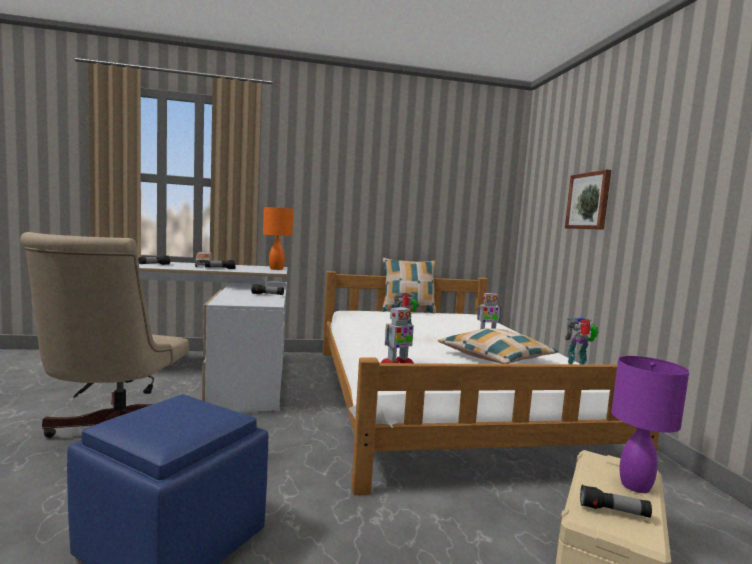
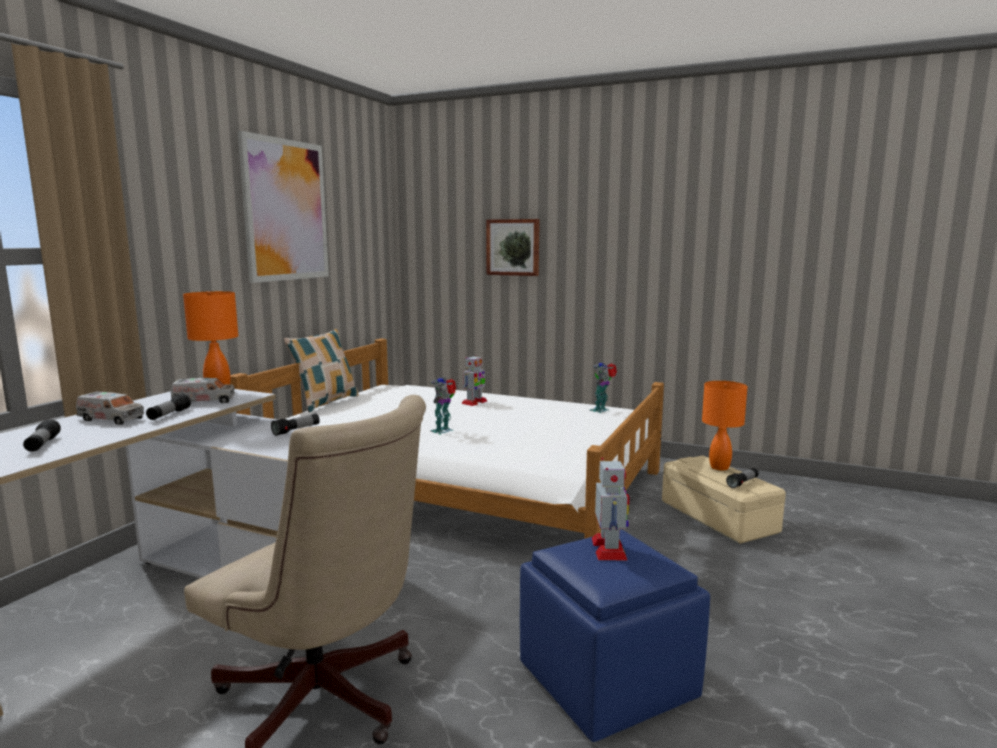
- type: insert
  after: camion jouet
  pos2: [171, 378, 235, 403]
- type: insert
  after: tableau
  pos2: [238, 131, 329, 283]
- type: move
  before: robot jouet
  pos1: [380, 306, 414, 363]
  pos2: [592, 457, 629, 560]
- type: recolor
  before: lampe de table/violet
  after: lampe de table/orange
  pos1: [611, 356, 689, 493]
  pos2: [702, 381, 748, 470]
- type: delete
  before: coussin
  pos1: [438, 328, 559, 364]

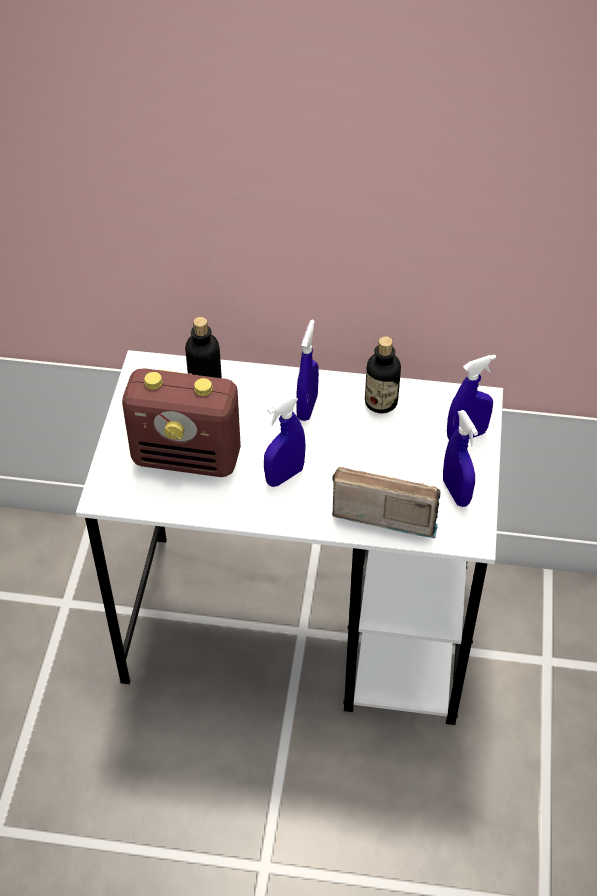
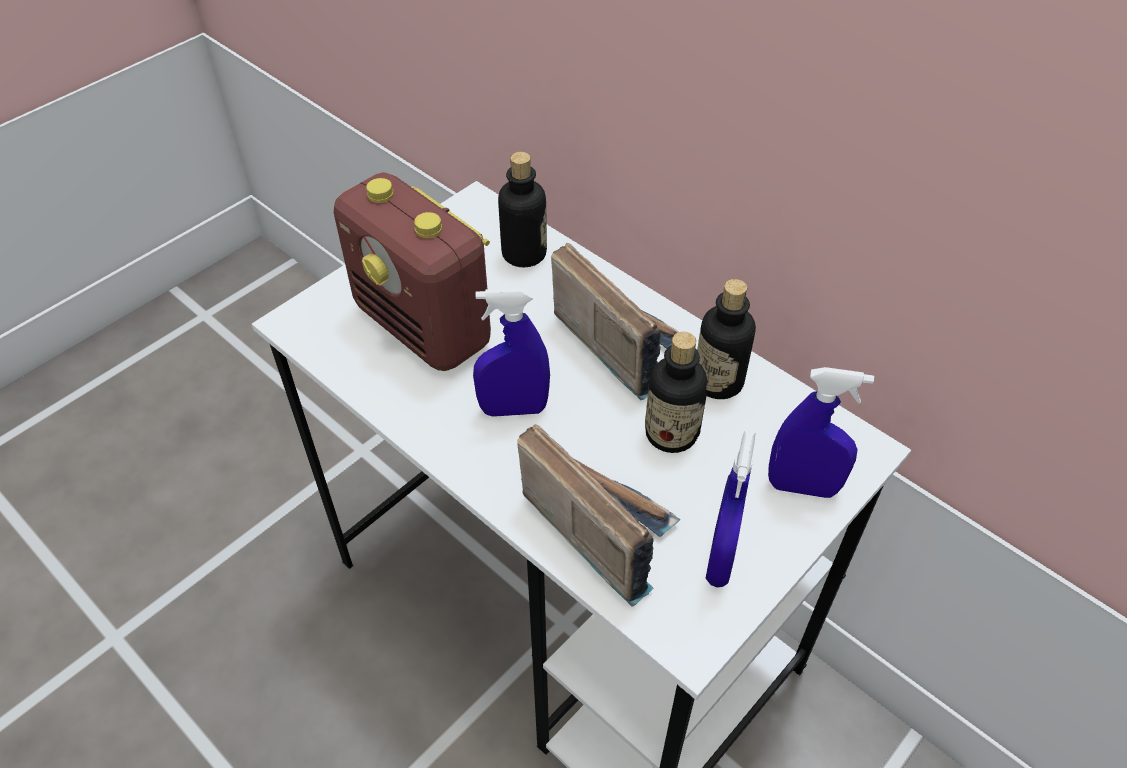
- type: replace
  before: vaporisateur/bleu
  after: radio
  pos1: [296, 320, 319, 421]
  pos2: [551, 243, 679, 400]
- type: insert
  after: bouteille
  pos2: [645, 332, 707, 453]

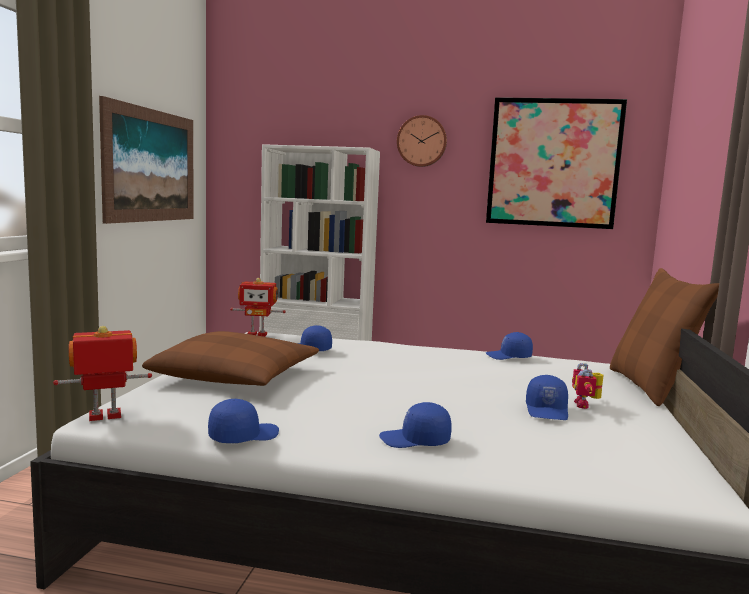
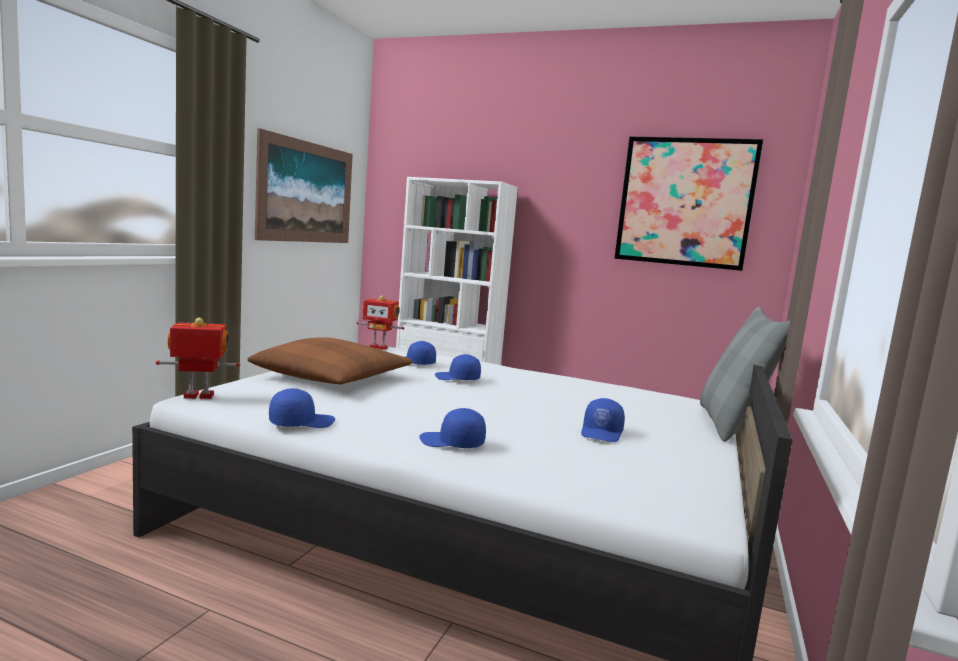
- type: move
  before: casquette/bleu
  pos1: [486, 332, 533, 360]
  pos2: [435, 354, 481, 380]
- type: recolor
  before: coussin/marron
  after: coussin/gris
  pos1: [610, 268, 719, 406]
  pos2: [700, 307, 790, 441]
- type: delete
  before: horloge murale
  pos1: [397, 115, 447, 167]
- type: delete
  before: robot jouet
  pos1: [572, 363, 604, 409]

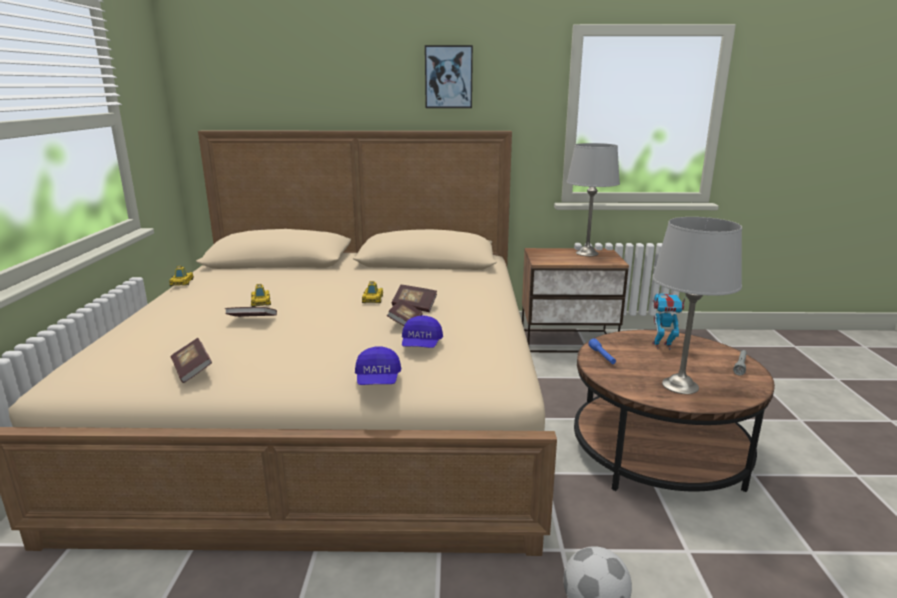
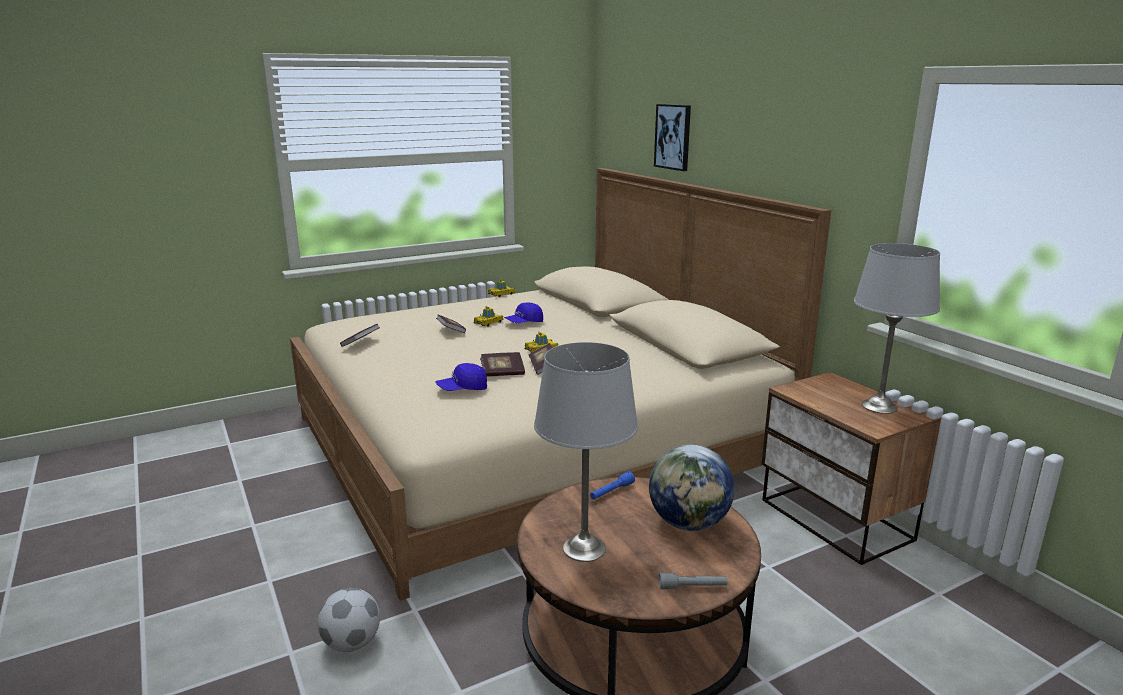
- type: move
  before: casquette/bleu
  pos1: [355, 346, 401, 385]
  pos2: [504, 303, 543, 323]
- type: replace
  before: robot jouet
  after: globe
  pos1: [652, 292, 686, 350]
  pos2: [649, 444, 735, 531]
- type: move
  before: tableau
  pos1: [425, 45, 473, 108]
  pos2: [654, 104, 691, 171]

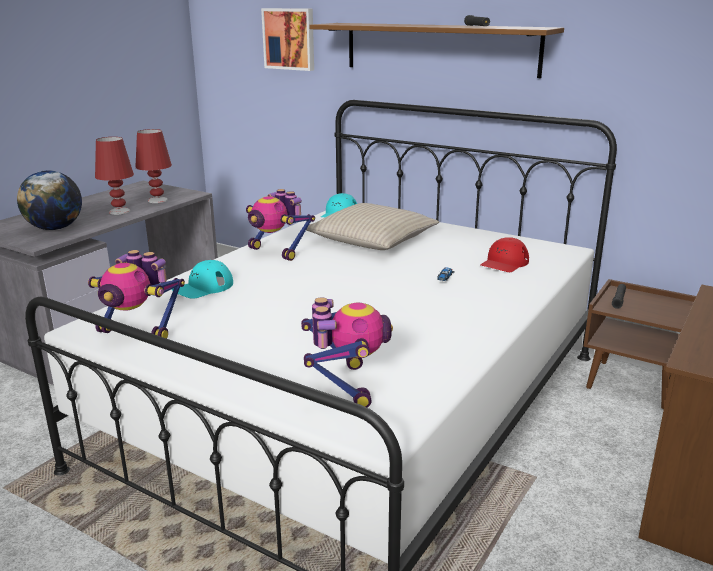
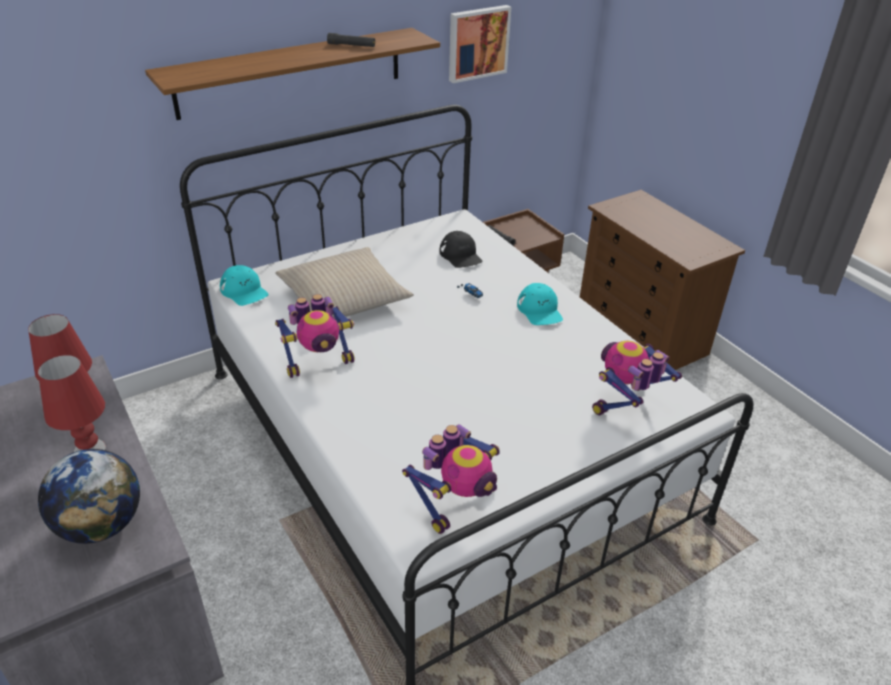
- type: recolor
  before: casquette/rouge
  after: casquette/noir
  pos1: [480, 237, 529, 272]
  pos2: [440, 231, 482, 268]
- type: move
  before: tableau
  pos1: [261, 8, 314, 71]
  pos2: [449, 5, 511, 83]
- type: move
  before: casquette/turquoise
  pos1: [172, 260, 233, 299]
  pos2: [517, 283, 563, 325]
- type: rotate
  before: robot jouet
  pos1: [301, 297, 393, 407]
  pos2: [592, 341, 682, 415]
  turn: -60

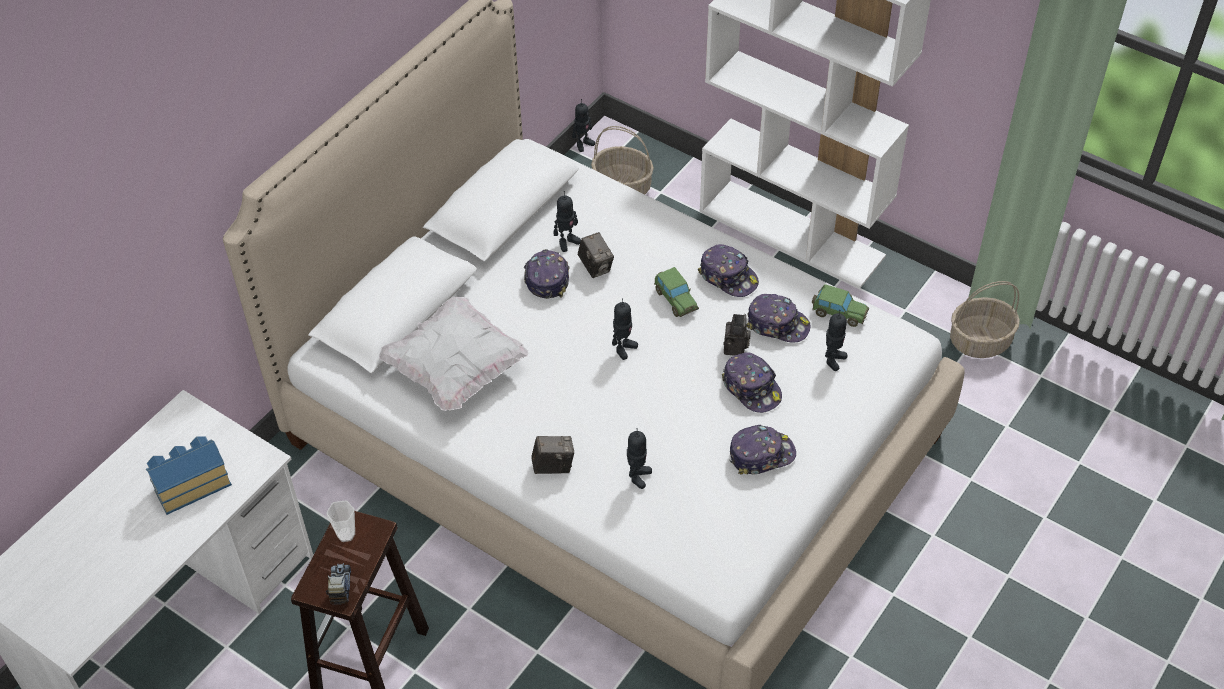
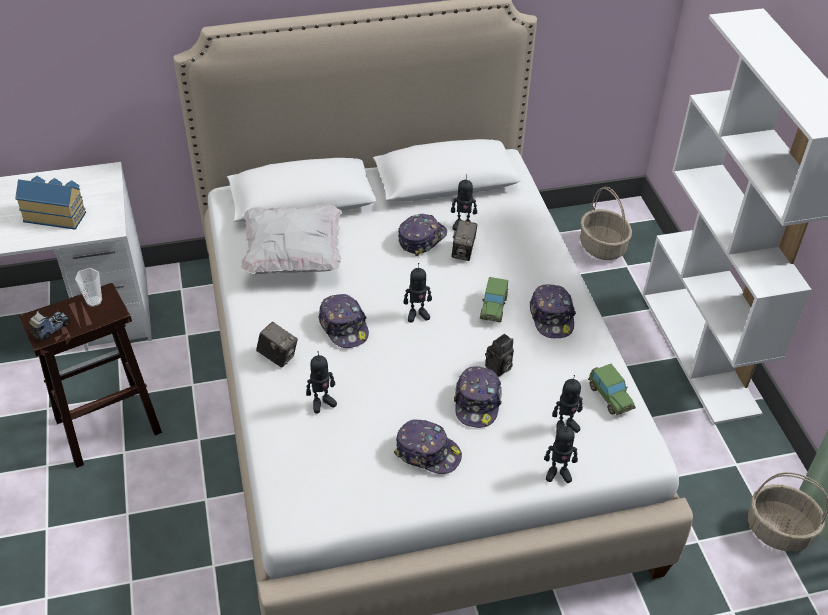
- type: move
  before: casquette
  pos1: [747, 294, 811, 342]
  pos2: [318, 294, 369, 348]
- type: move
  before: robot jouet
  pos1: [572, 99, 595, 152]
  pos2: [544, 423, 578, 483]

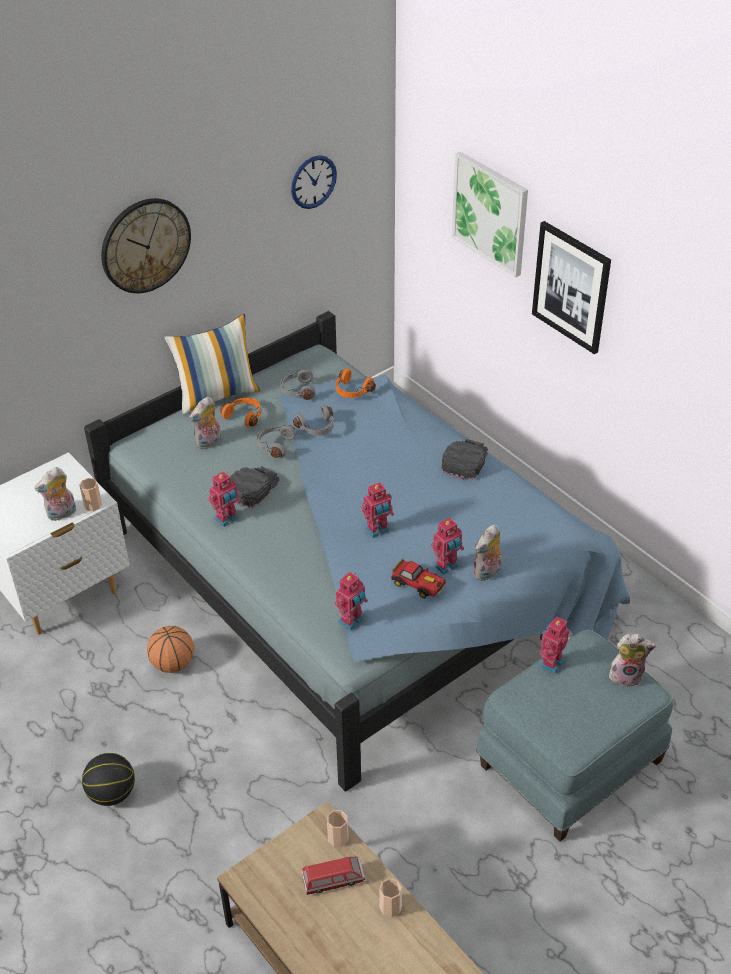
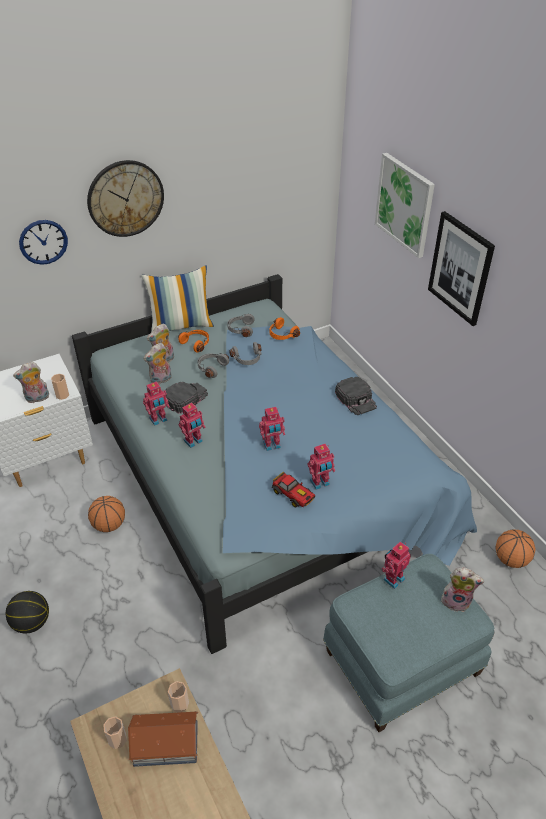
- type: move
  before: horloge murale
  pos1: [291, 155, 337, 209]
  pos2: [19, 220, 68, 265]
- type: move
  before: tasse
  pos1: [379, 878, 402, 917]
  pos2: [103, 716, 127, 749]
- type: replace
  before: petite voiture
  after: maison miniature
  pos1: [302, 854, 366, 895]
  pos2: [128, 711, 198, 767]
- type: move
  before: peluche
  pos1: [473, 524, 502, 581]
  pos2: [143, 343, 172, 384]
- type: move
  before: robot jouet
  pos1: [335, 572, 368, 631]
  pos2: [179, 403, 205, 448]
- type: rotate
  before: casquette/noir
  pos1: [442, 439, 488, 480]
  pos2: [335, 377, 377, 415]
  turn: 120
- type: insert
  after: ballon de basket
  pos2: [495, 530, 536, 568]

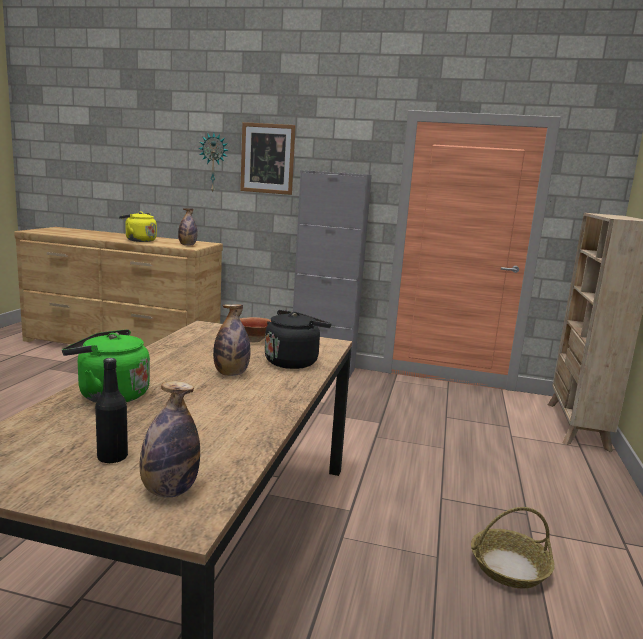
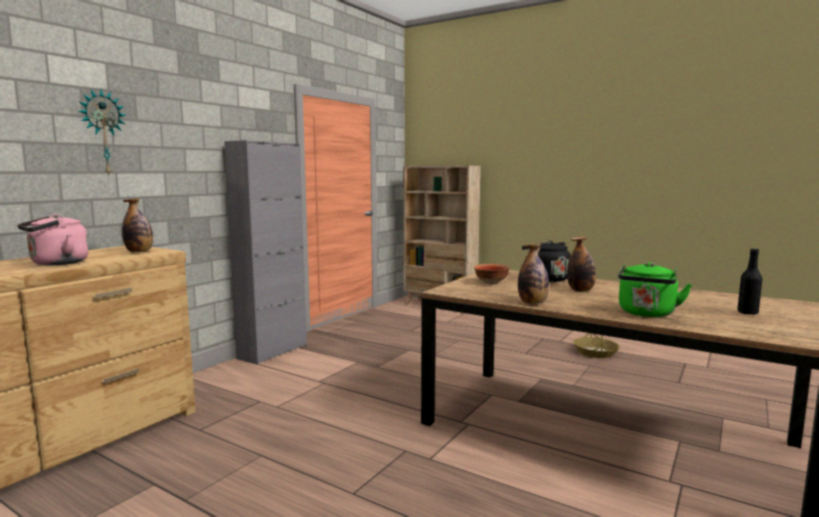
- type: recolor
  before: bouilloire/jaune
  after: bouilloire/rose
  pos1: [119, 212, 157, 242]
  pos2: [17, 214, 89, 265]
- type: move
  before: bouteille
  pos1: [139, 381, 200, 498]
  pos2: [518, 244, 549, 304]
- type: delete
  before: tableau
  pos1: [240, 122, 296, 195]

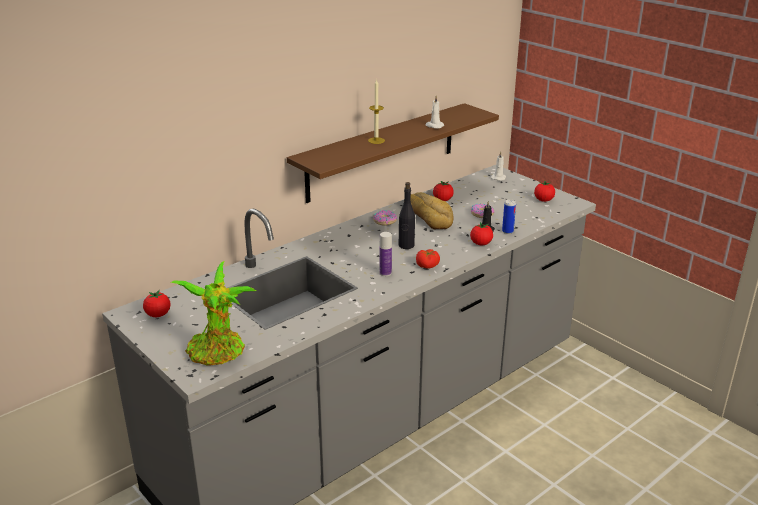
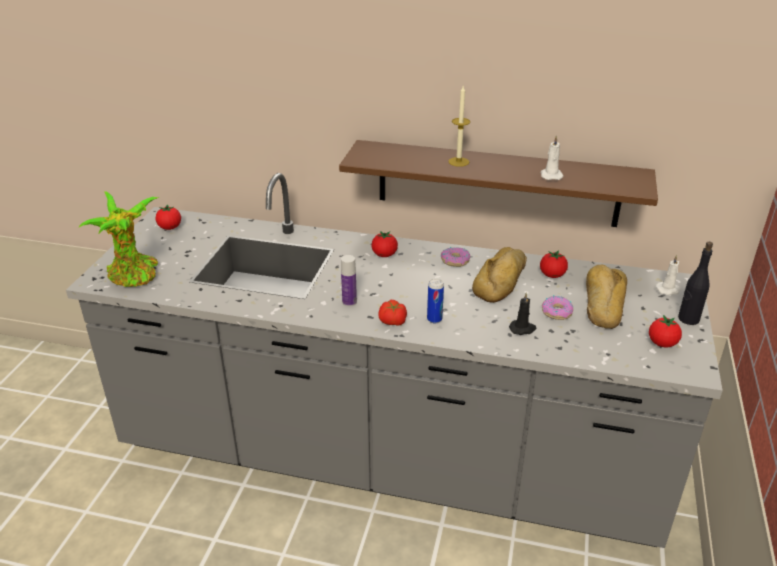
- type: move
  before: tomate
  pos1: [470, 222, 493, 245]
  pos2: [372, 231, 398, 257]
- type: move
  before: boîte métallique
  pos1: [502, 199, 516, 234]
  pos2: [427, 279, 444, 323]
- type: insert
  after: pain
  pos2: [586, 264, 627, 329]
- type: move
  before: bouteille/noir
  pos1: [399, 182, 415, 249]
  pos2: [678, 242, 713, 325]

